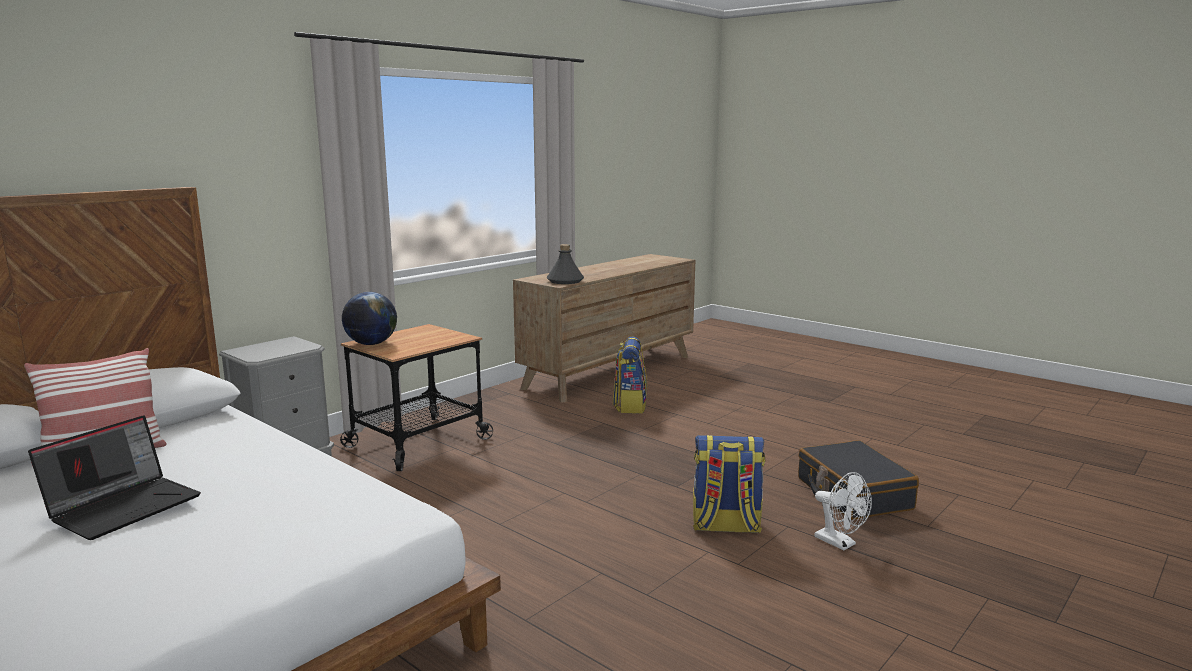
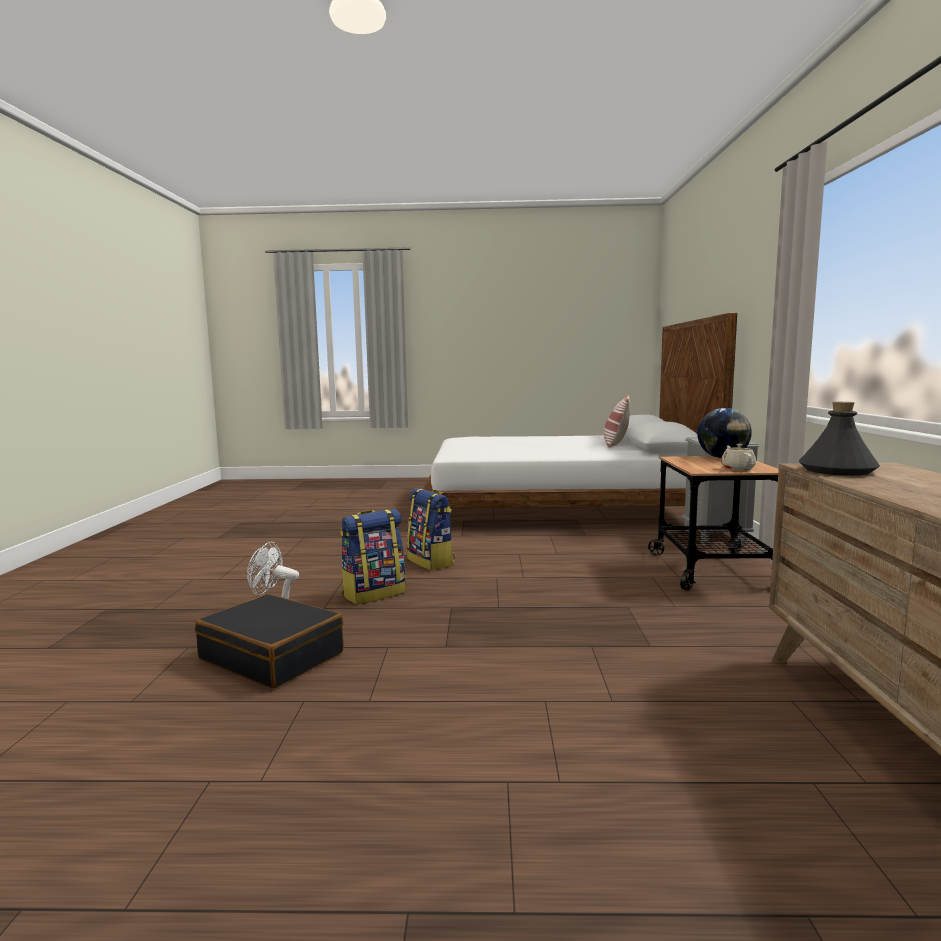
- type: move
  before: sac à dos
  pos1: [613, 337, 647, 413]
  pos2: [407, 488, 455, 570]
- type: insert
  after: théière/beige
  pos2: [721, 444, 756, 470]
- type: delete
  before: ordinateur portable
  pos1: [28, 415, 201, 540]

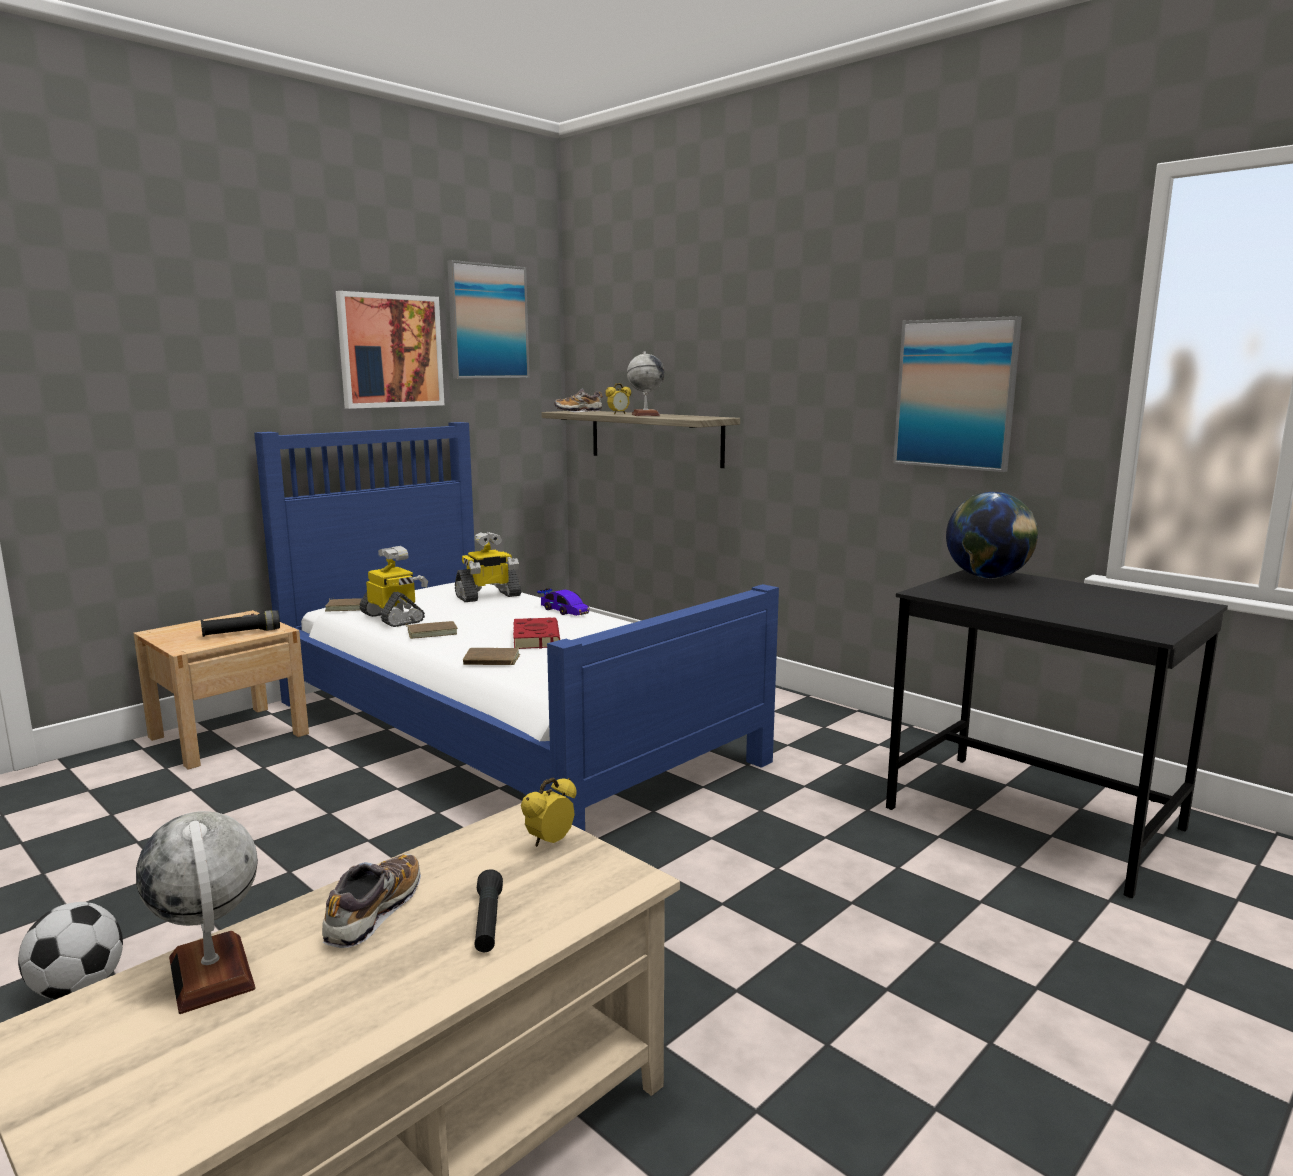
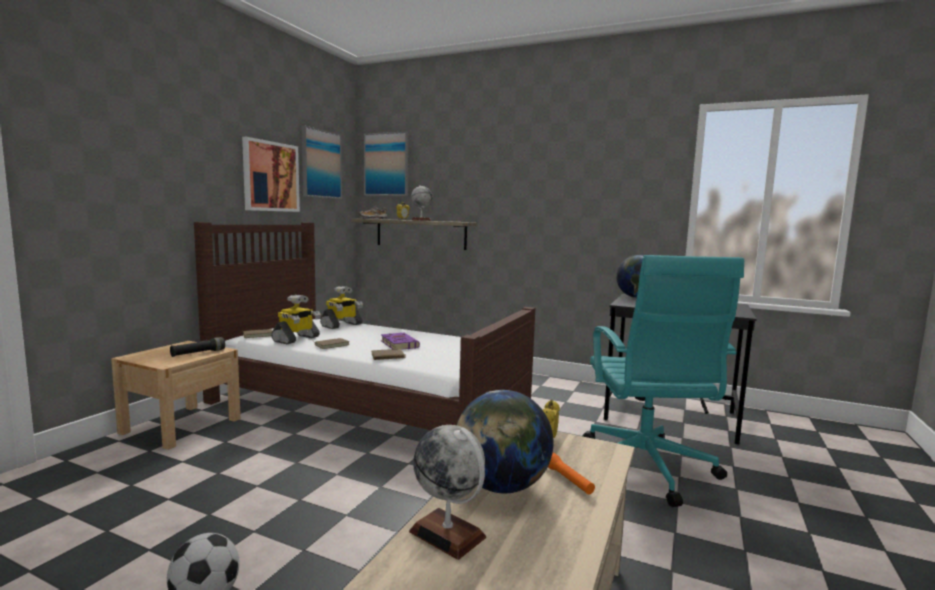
- type: recolor
  before: lit/bleu
  after: lit/marron
  pos1: [254, 422, 779, 831]
  pos2: [194, 222, 535, 430]
- type: rotate
  before: robot jouet
  pos1: [360, 546, 428, 627]
  pos2: [271, 295, 321, 344]
  turn: 90
- type: move
  before: tableau
  pos1: [893, 316, 1022, 472]
  pos2: [364, 131, 409, 196]
- type: recolor
  before: livre/rouge
  after: livre/violet
  pos1: [513, 617, 560, 649]
  pos2: [381, 333, 420, 350]
- type: replace
  before: chaussure
  after: globe
  pos1: [322, 854, 421, 948]
  pos2: [457, 390, 553, 493]
- type: recolor
  before: lampe de poche/noir
  after: lampe de poche/orange
  pos1: [474, 869, 503, 952]
  pos2: [548, 453, 595, 495]
- type: insert
  after: chaise de bureau/turquoise
  pos2: [583, 255, 744, 507]
- type: delete
  before: petite voiture
  pos1: [537, 588, 590, 616]

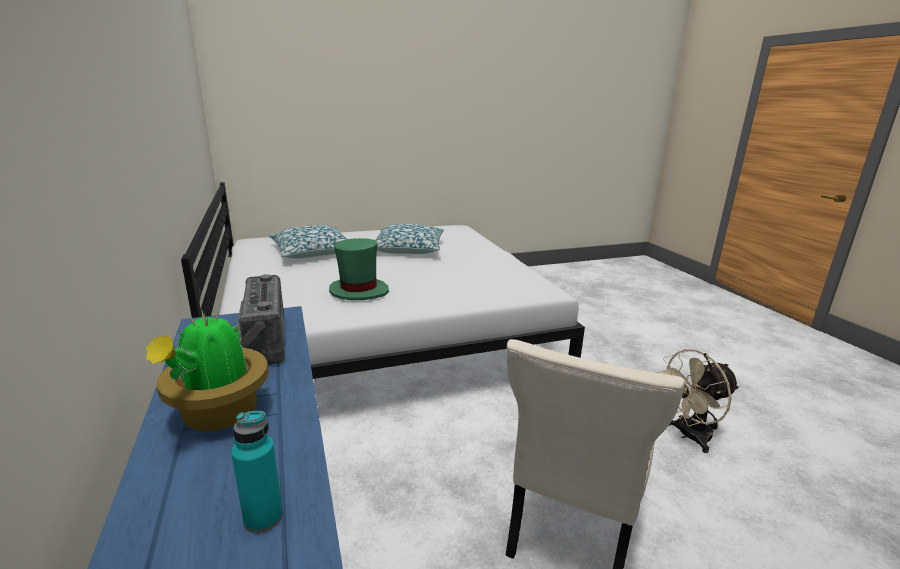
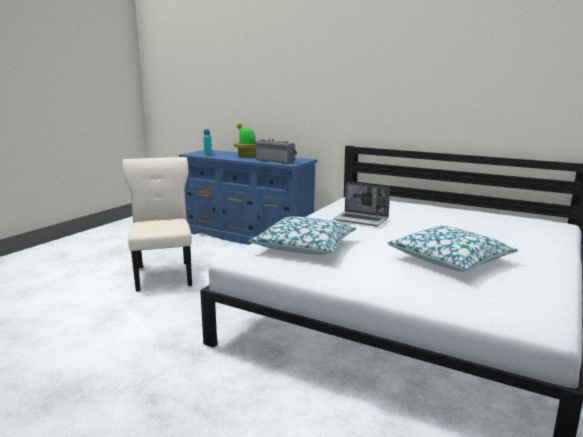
- type: move
  before: coussin
  pos1: [269, 225, 347, 259]
  pos2: [248, 216, 356, 255]
- type: replace
  before: chapeau/vert
  after: ordinateur portable
  pos1: [329, 238, 389, 300]
  pos2: [333, 182, 390, 226]
- type: delete
  before: ventilateur/beige
  pos1: [656, 349, 739, 453]

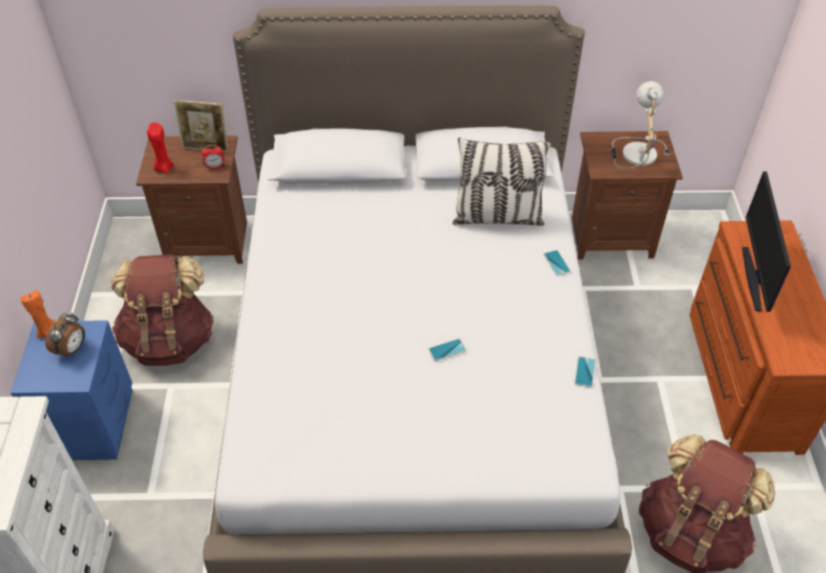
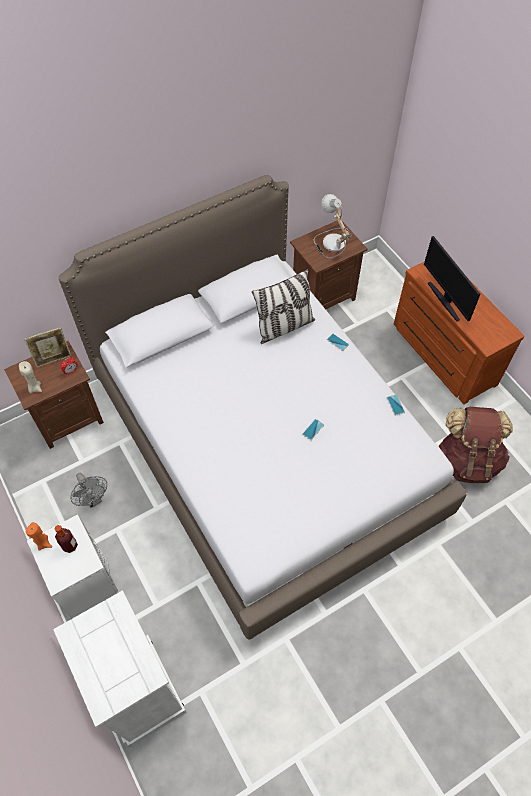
- type: recolor
  before: bougie/rouge
  after: bougie/beige
  pos1: [147, 122, 174, 174]
  pos2: [19, 361, 42, 393]
- type: recolor
  before: table de chevet/bleu
  after: table de chevet/blanc
  pos1: [10, 320, 132, 460]
  pos2: [27, 514, 118, 619]
- type: replace
  before: réveil
  after: bouteille
  pos1: [45, 313, 85, 358]
  pos2: [55, 525, 78, 553]
- type: replace
  before: sac à dos/marron
  after: ventilateur/gris
  pos1: [110, 254, 214, 366]
  pos2: [71, 473, 107, 508]

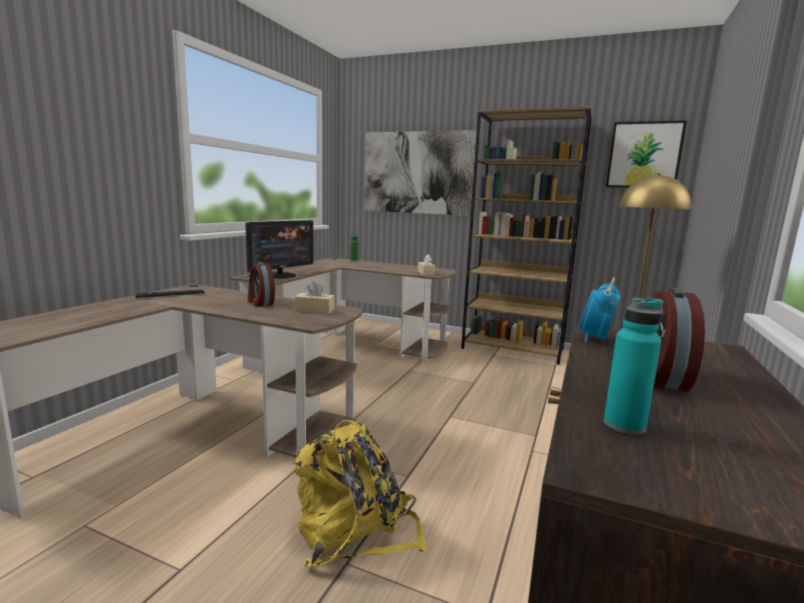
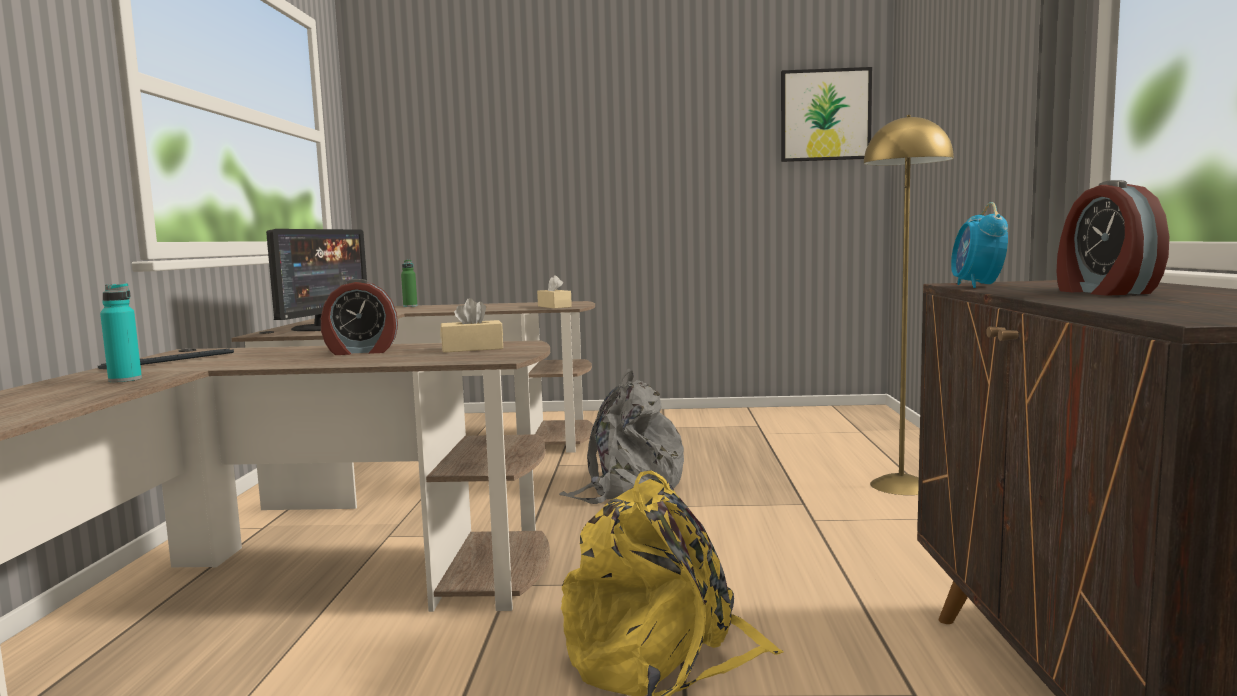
- type: move
  before: bouteille/turquoise
  pos1: [604, 298, 664, 435]
  pos2: [100, 283, 142, 382]
- type: rotate
  before: réveil
  pos1: [248, 262, 275, 307]
  pos2: [321, 279, 398, 355]
  turn: -45
- type: insert
  after: sac à dos/gris
  pos2: [559, 368, 684, 504]
- type: delete
  before: tableau
  pos1: [364, 130, 477, 216]
- type: delete
  before: bibliothèque/marron
  pos1: [461, 107, 592, 365]

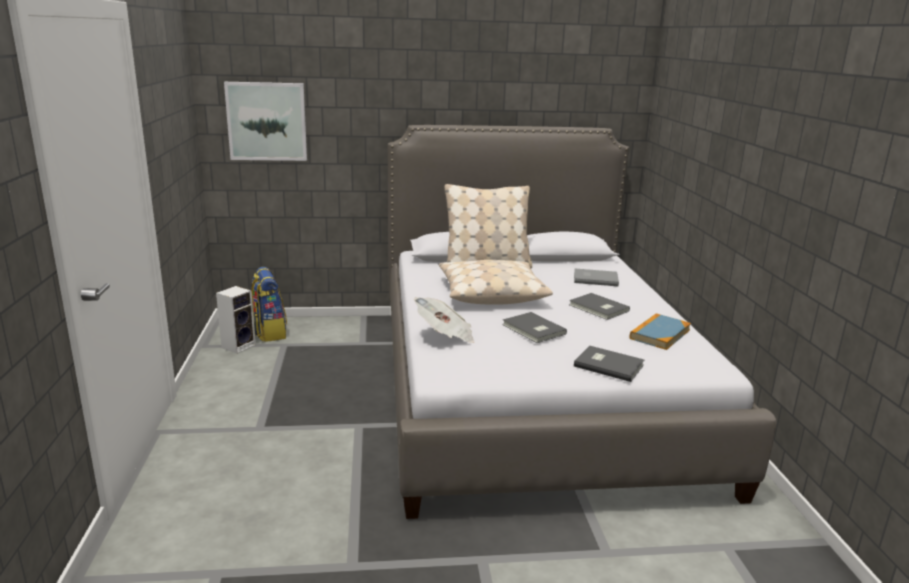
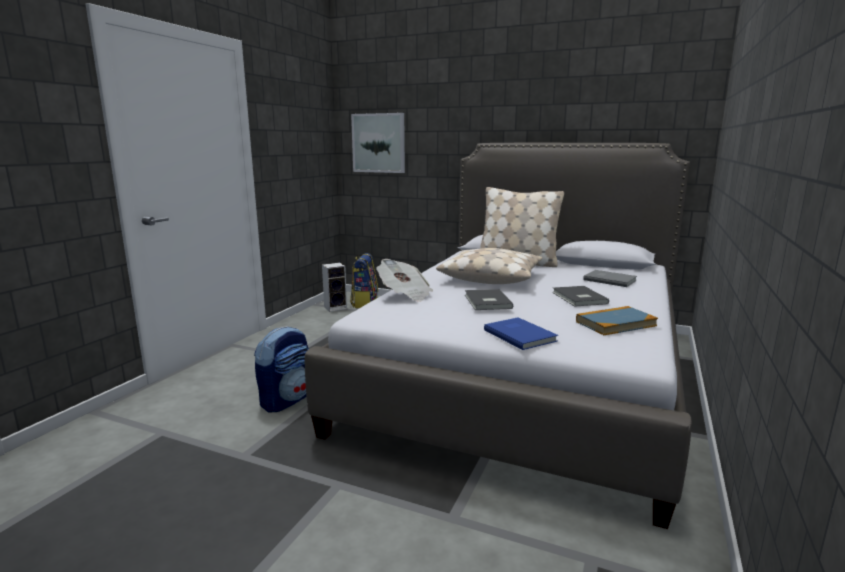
- type: insert
  after: sac à dos
  pos2: [254, 326, 309, 412]
- type: recolor
  before: livre/gris
  after: livre/bleu
  pos1: [574, 346, 644, 382]
  pos2: [484, 317, 558, 350]

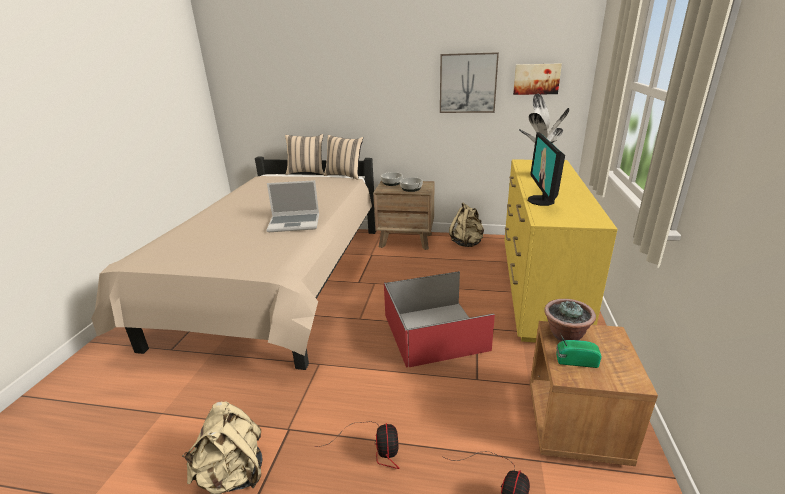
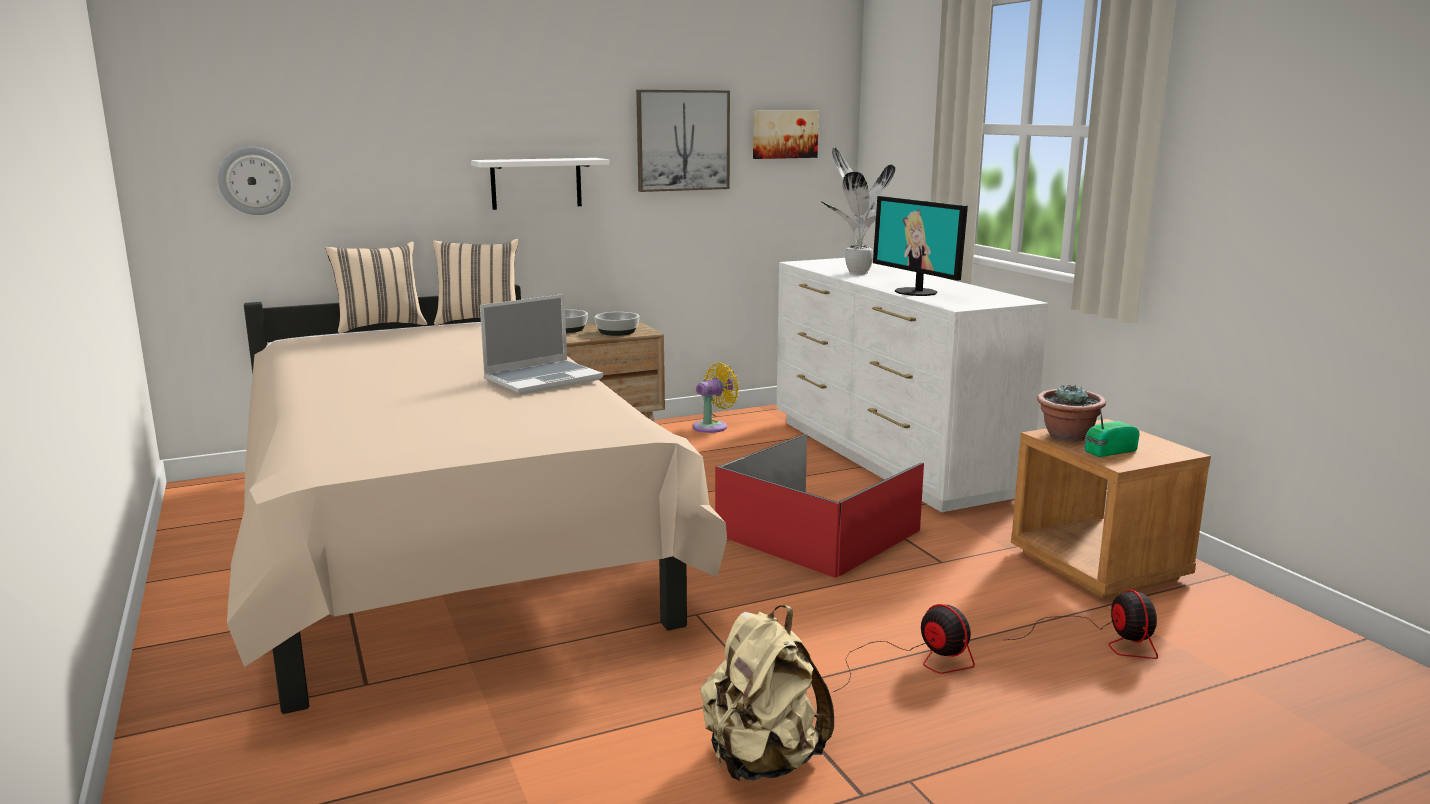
- type: insert
  after: horloge murale
  pos2: [218, 147, 291, 215]
- type: insert
  after: étagère/blanc
  pos2: [471, 158, 610, 210]
- type: replace
  before: sac à dos/beige
  after: ventilateur/jaune
  pos1: [449, 203, 484, 247]
  pos2: [693, 362, 739, 433]
- type: recolor
  before: commode/jaune
  after: commode/blanc
  pos1: [504, 160, 618, 343]
  pos2: [777, 258, 1048, 512]

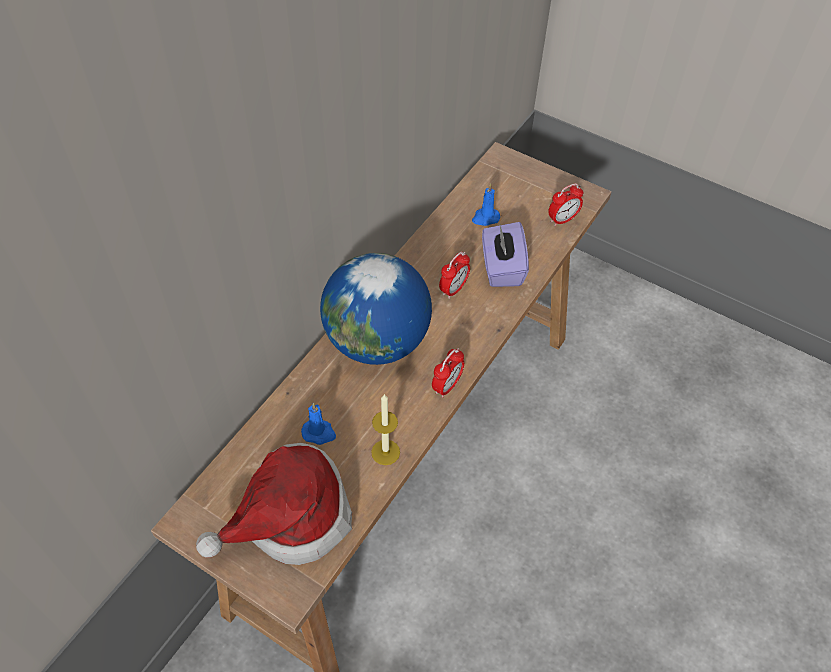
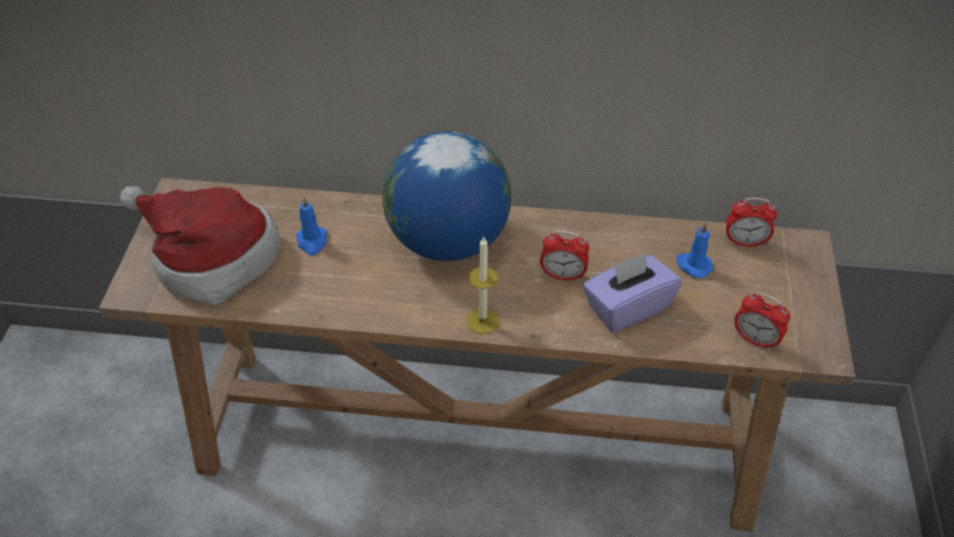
- type: move
  before: bougie
  pos1: [371, 394, 400, 465]
  pos2: [467, 237, 500, 334]
- type: move
  before: réveil
  pos1: [432, 348, 464, 398]
  pos2: [726, 197, 777, 247]

